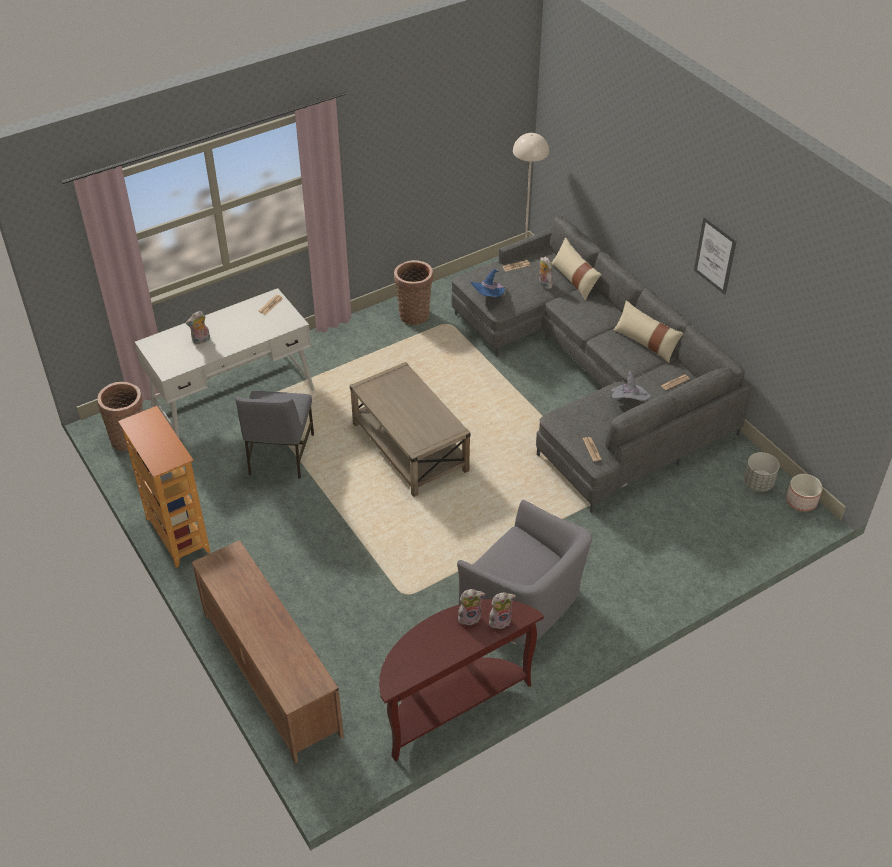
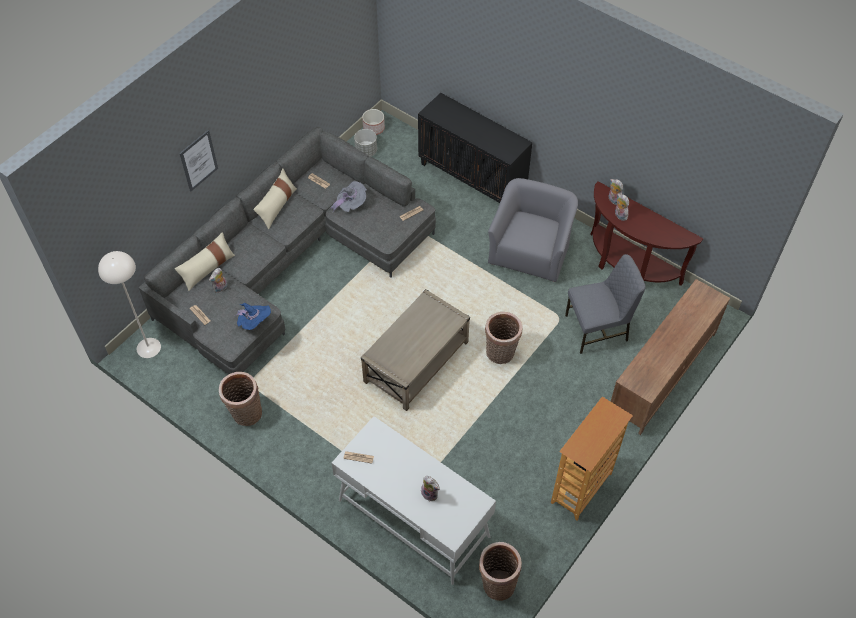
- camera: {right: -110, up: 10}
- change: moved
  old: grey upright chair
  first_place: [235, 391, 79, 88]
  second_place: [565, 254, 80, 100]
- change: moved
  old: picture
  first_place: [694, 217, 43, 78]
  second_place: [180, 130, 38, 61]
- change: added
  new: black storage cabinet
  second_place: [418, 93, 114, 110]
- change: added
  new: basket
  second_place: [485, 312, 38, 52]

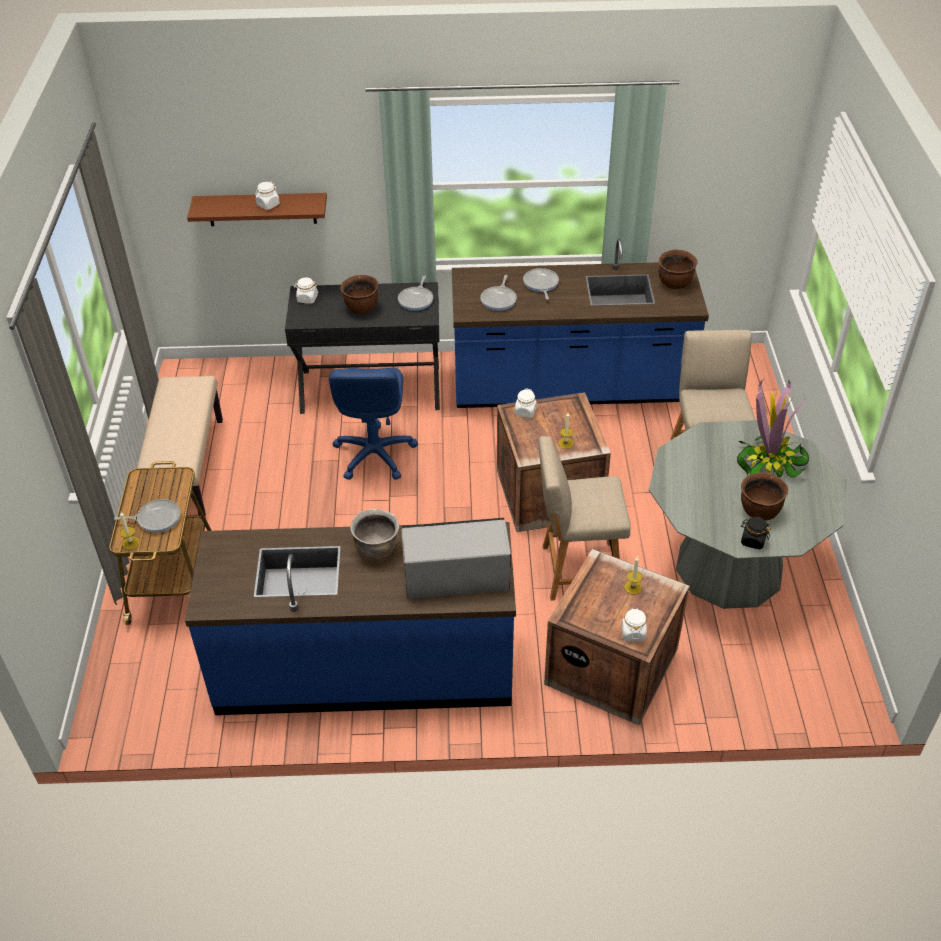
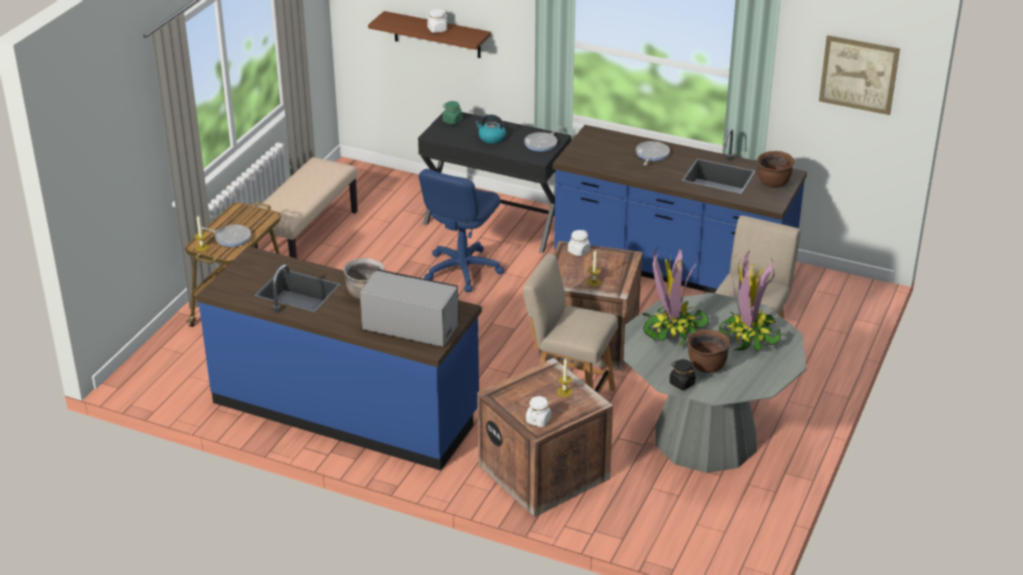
- camera: {right: 25, up: -10}
- change: recoloured
  old: white preserve jar
  new: green-coloured preserve jar
  first_place: [294, 278, 24, 26]
  second_place: [442, 101, 21, 24]
- change: replaced
  old: brown saucepot
  new: water kettle
  first_place: [340, 275, 38, 39]
  second_place: [475, 115, 31, 29]
- change: removed
  old: skillet
  first_place: [480, 275, 37, 36]
- change: added
  new: potted plant
  second_place: [642, 247, 67, 100]
- change: added
  new: picture
  second_place: [819, 35, 81, 80]

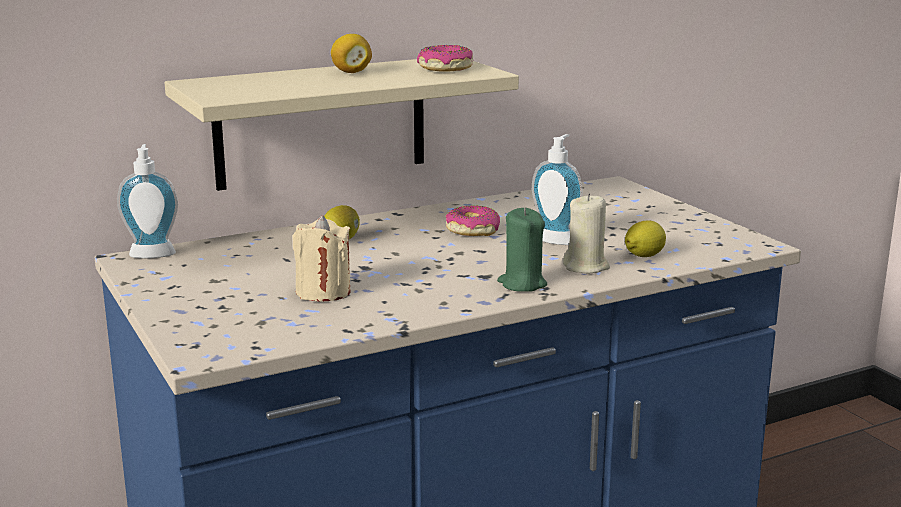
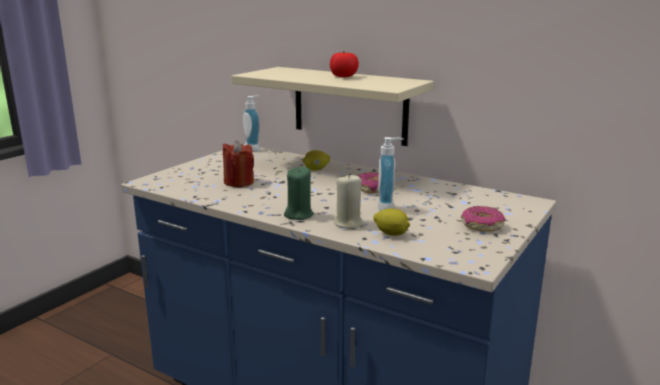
- camera: {right: 60, up: 0}
- change: recoloured
  old: beige wax candle
  new: red-coloured wax candle
  first_place: [292, 215, 59, 87]
  second_place: [223, 141, 31, 46]
- change: replaced
  old: lemon
  new: tomato
  first_place: [331, 34, 41, 39]
  second_place: [330, 51, 29, 26]
- change: moved
  old: doughnut
  first_place: [417, 45, 56, 26]
  second_place: [461, 206, 45, 26]

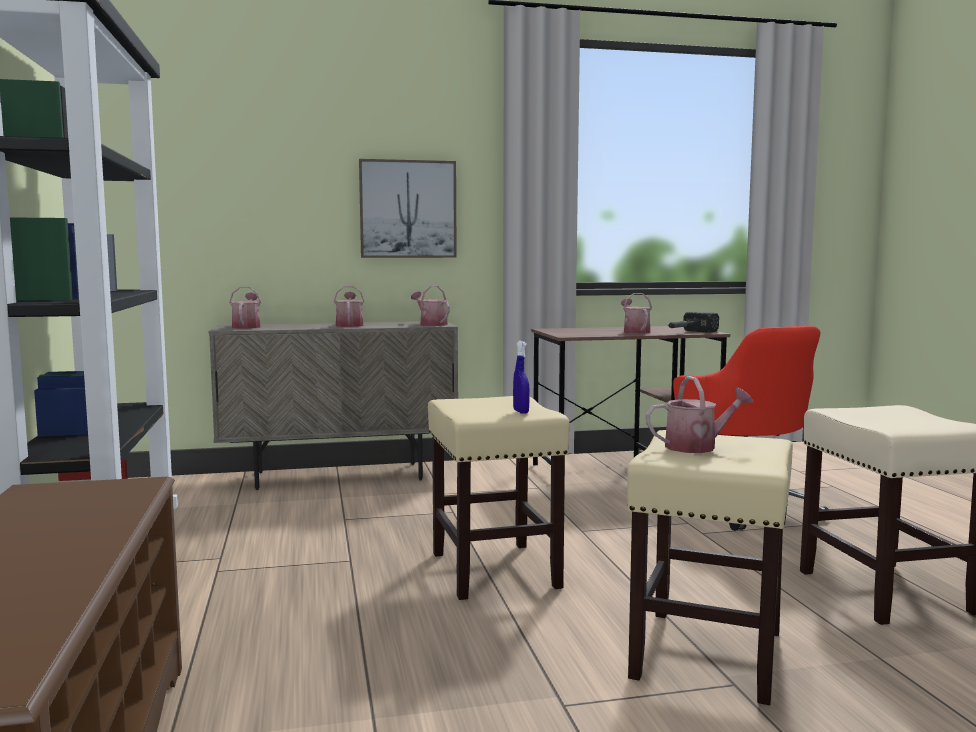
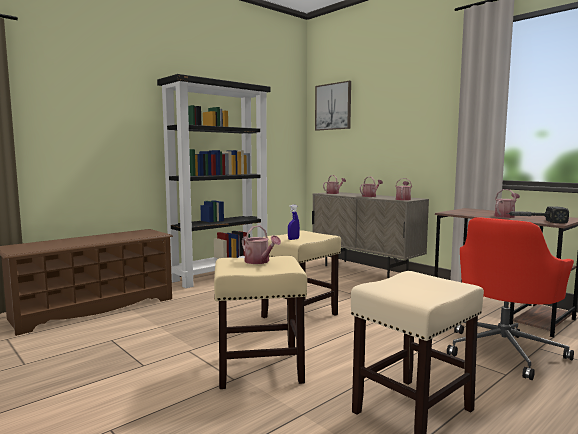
- camera: {right: 60, up: 0}
- change: moved
  old: picture
  first_place: [359, 159, 98, 99]
  second_place: [315, 81, 36, 50]

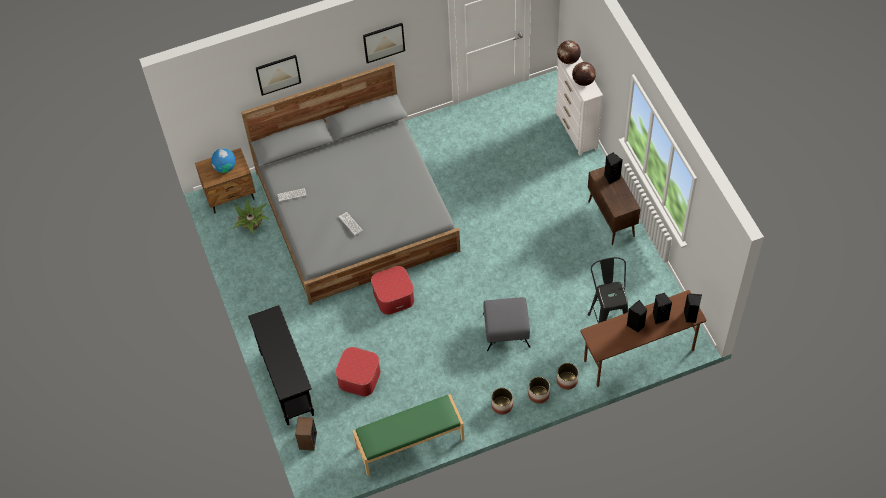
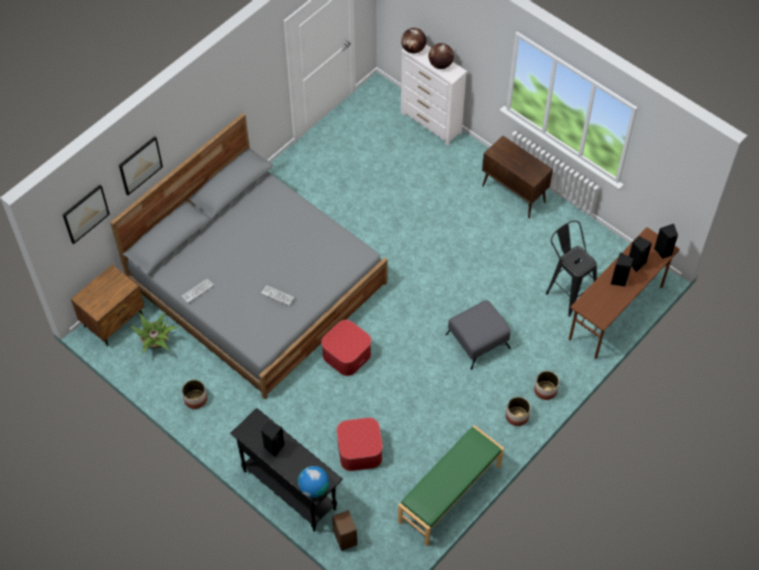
- camera: {right: -30, up: 0}
- change: moved
  old: globe
  first_place: [211, 148, 25, 25]
  second_place: [298, 466, 31, 32]
- change: moved
  old: picture
  first_place: [363, 23, 42, 40]
  second_place: [63, 185, 47, 59]
- change: moved
  old: plant pot
  first_place: [557, 363, 21, 27]
  second_place: [182, 380, 25, 29]
- change: moved
  old: black loudspeaker
  first_place: [604, 152, 19, 33]
  second_place: [261, 422, 23, 35]

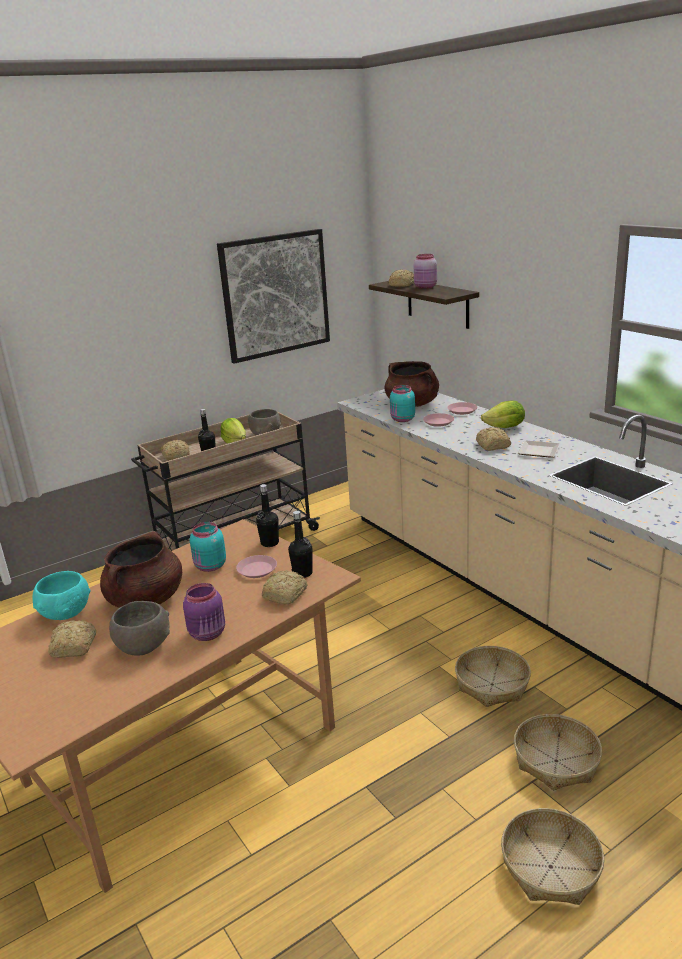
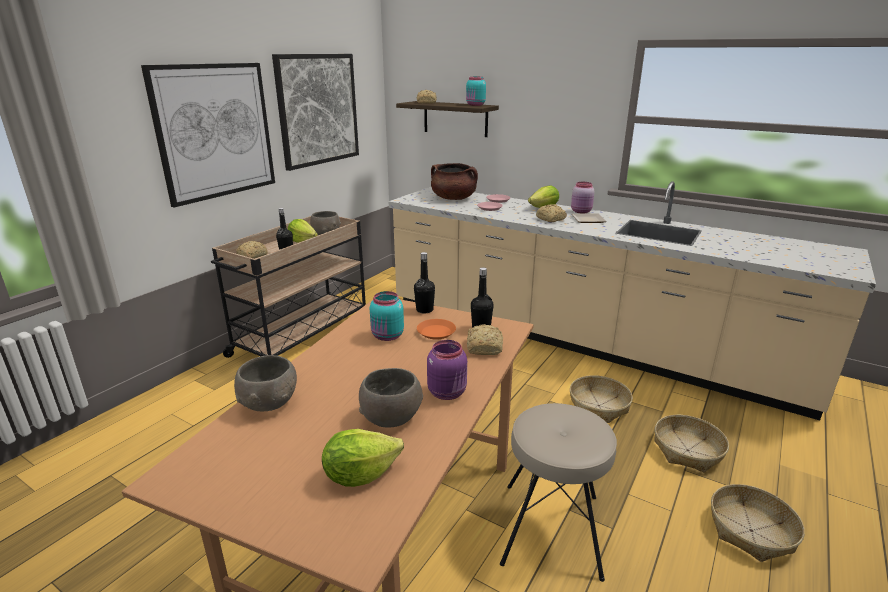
- camera: {right: -25, up: 0}
- change: recoloured
  old: turquoise bowl
  new: grey bowl
  first_place: [33, 571, 57, 49]
  second_place: [234, 355, 63, 56]
- change: removed
  old: baked bread
  first_place: [48, 620, 48, 38]
- change: removed
  old: brown saucepot
  first_place: [100, 531, 82, 77]
- change: recoloured
  old: pink-coloured plate
  new: orange plate
  first_place: [236, 555, 41, 23]
  second_place: [417, 319, 39, 20]
- change: moved
  old: turquoise preserve jar
  first_place: [390, 385, 25, 37]
  second_place: [466, 77, 20, 29]
- change: moved
  old: pink-coloured preserve jar
  first_place: [414, 254, 23, 35]
  second_place: [571, 182, 23, 32]
- change: added
  new: picture
  second_place: [141, 63, 134, 145]
- change: added
  new: head of lettuce
  second_place: [322, 429, 82, 58]
- change: added
  new: beige stool
  second_place: [500, 403, 117, 179]

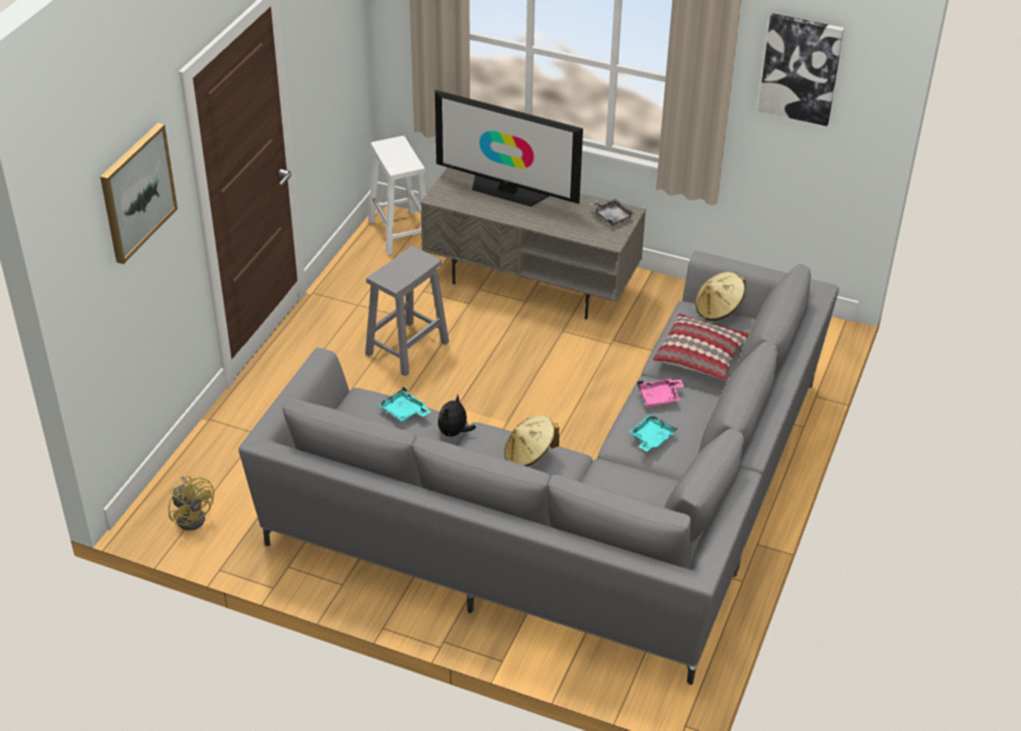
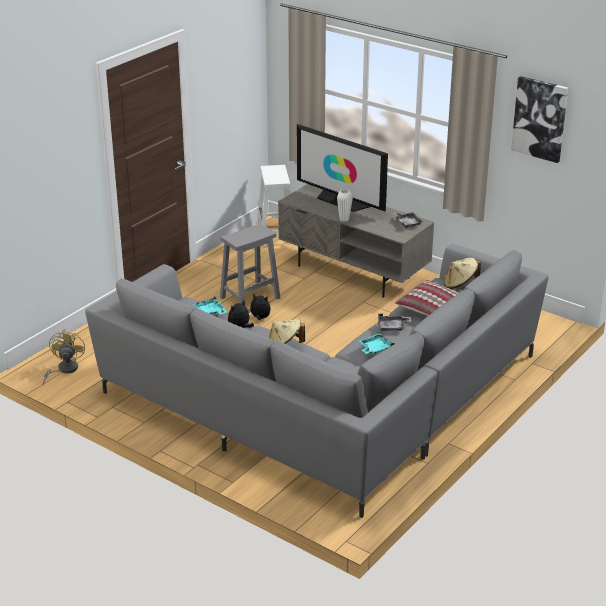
- camera: {right: 15, up: -10}
- change: removed
  old: picture
  first_place: [100, 123, 78, 141]
- change: turned
  old: yellowish electric fan
  first_place: [168, 476, 46, 55]
  second_place: [43, 329, 42, 55]
  degrees: -150
- change: recoloured
  old: pink-coloured serving tray
  new: grey serving tray
  first_place: [637, 379, 47, 28]
  second_place: [378, 314, 33, 17]
- change: added
  new: cuddly toy
  second_place: [248, 293, 23, 27]
- change: added
  new: white vase
  second_place: [337, 189, 16, 32]

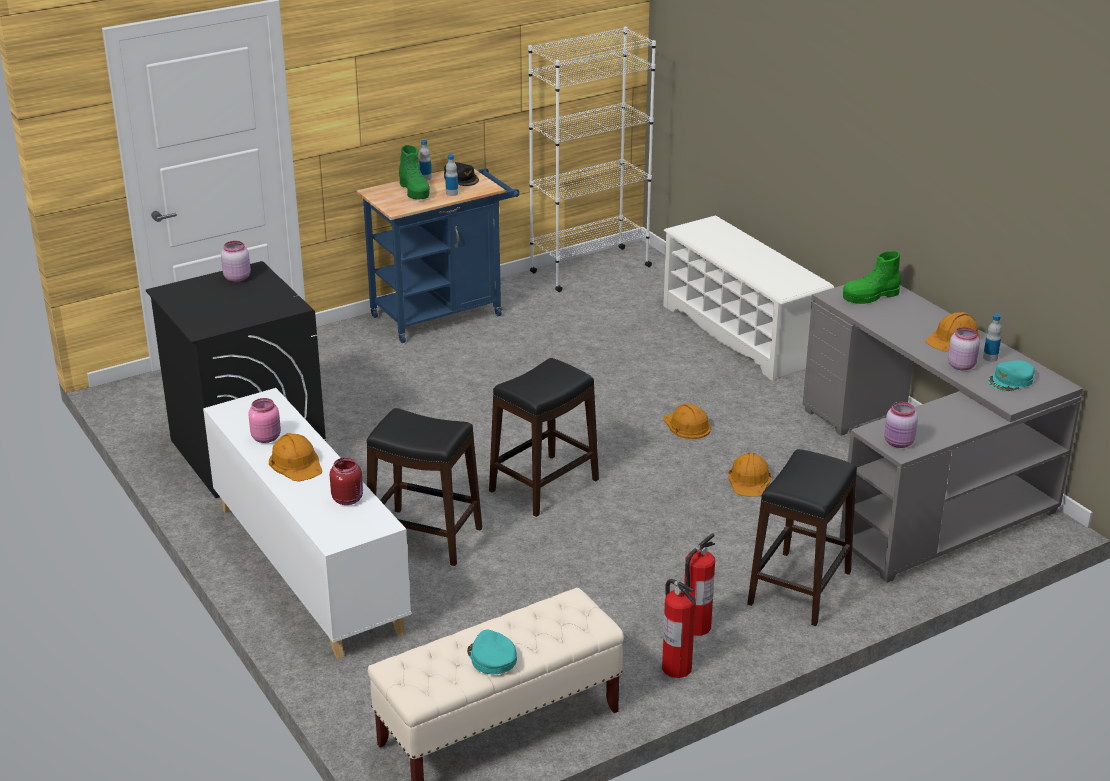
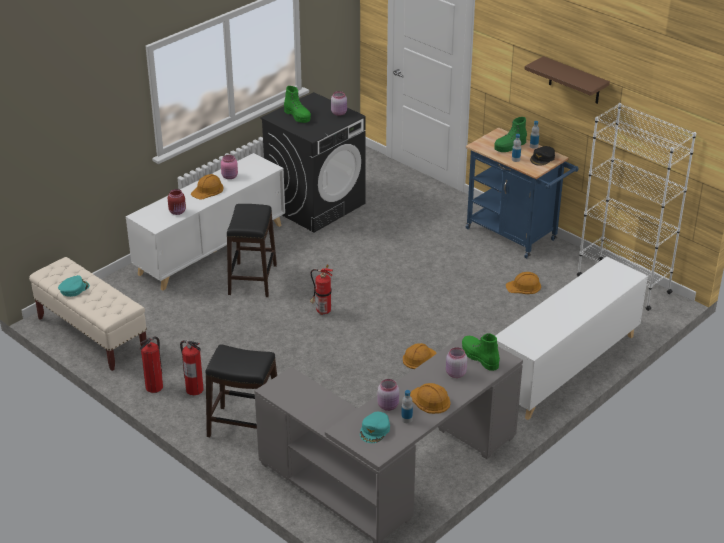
- camera: {right: 75, up: 5}
- change: replaced
  old: black stool
  new: fire extinguisher
  first_place: [489, 358, 110, 159]
  second_place: [310, 265, 23, 50]
- change: replaced
  old: white shoe stand
  new: white storage cabinet
  first_place: [663, 215, 171, 166]
  second_place: [495, 256, 153, 164]
- change: moved
  old: orange hard hat
  first_place: [728, 452, 43, 45]
  second_place: [506, 272, 35, 22]
- change: moved
  old: pink-coloured preserve jar
  first_place: [884, 402, 34, 46]
  second_place: [446, 347, 21, 31]
- change: turned
  old: turquoise baseball cap
  first_place: [988, 360, 47, 31]
  second_place: [360, 412, 30, 31]
  degrees: -105
- change: added
  new: green-coloured high-top boot
  second_place: [284, 86, 27, 37]
- change: added
  new: brown shelf
  second_place: [524, 56, 86, 48]

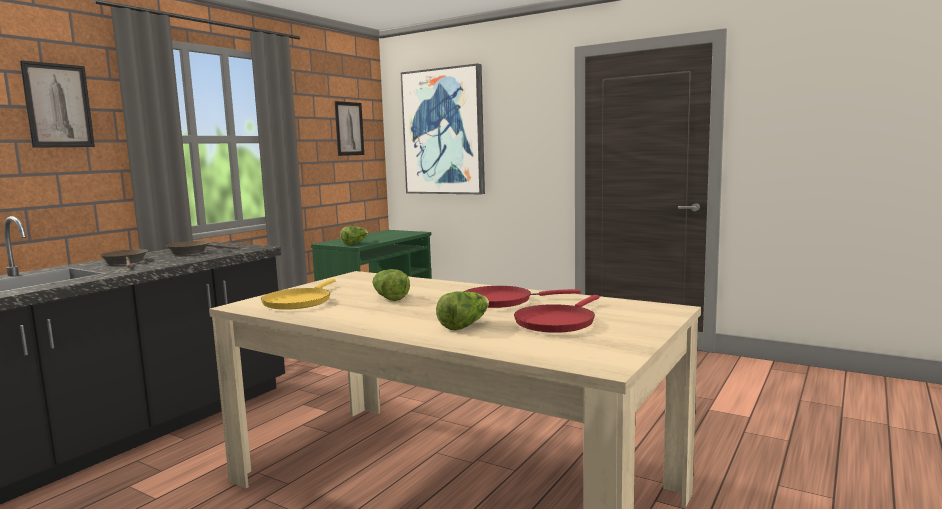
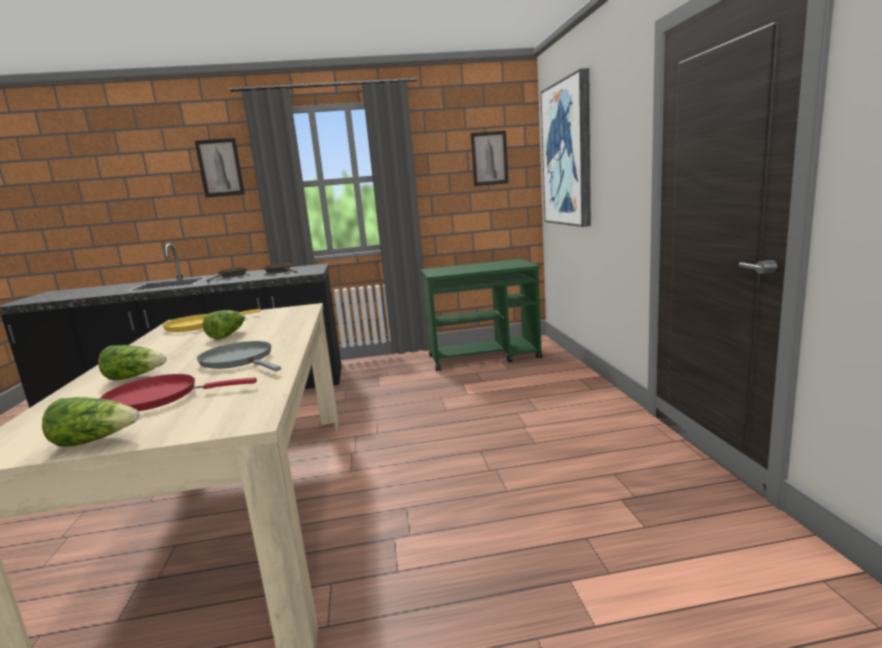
- camera: {right: 50, up: 5}
- change: moved
  old: head of lettuce
  first_place: [340, 226, 29, 19]
  second_place: [42, 397, 97, 49]
- change: recoloured
  old: red-coloured skillet
  new: grey skillet
  first_place: [466, 286, 115, 22]
  second_place: [197, 341, 84, 30]

